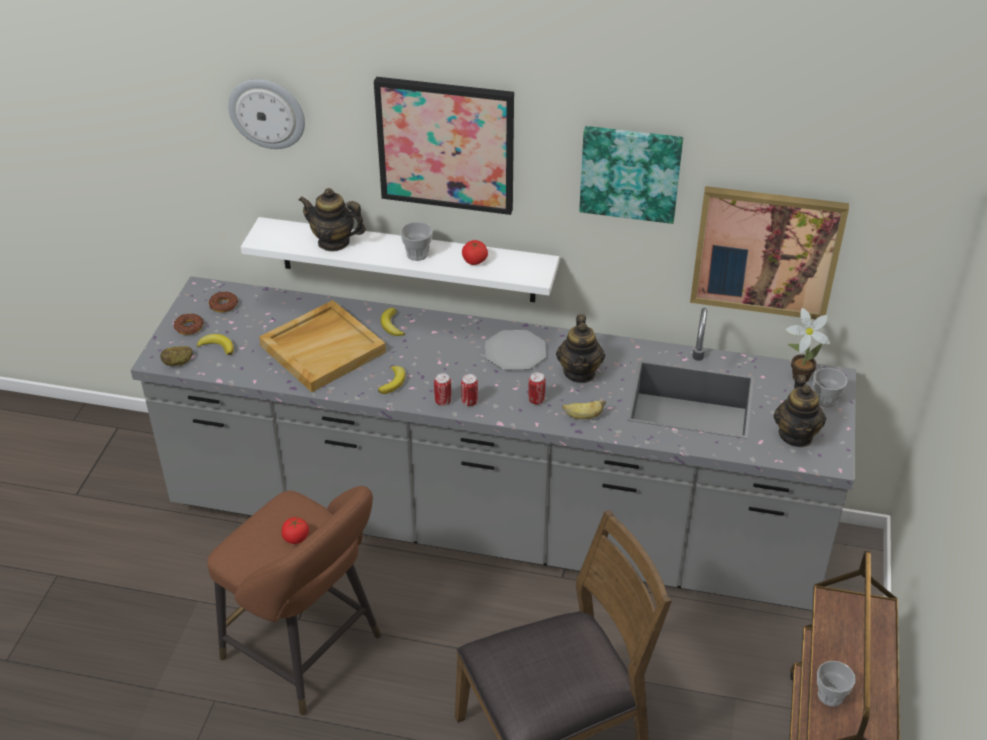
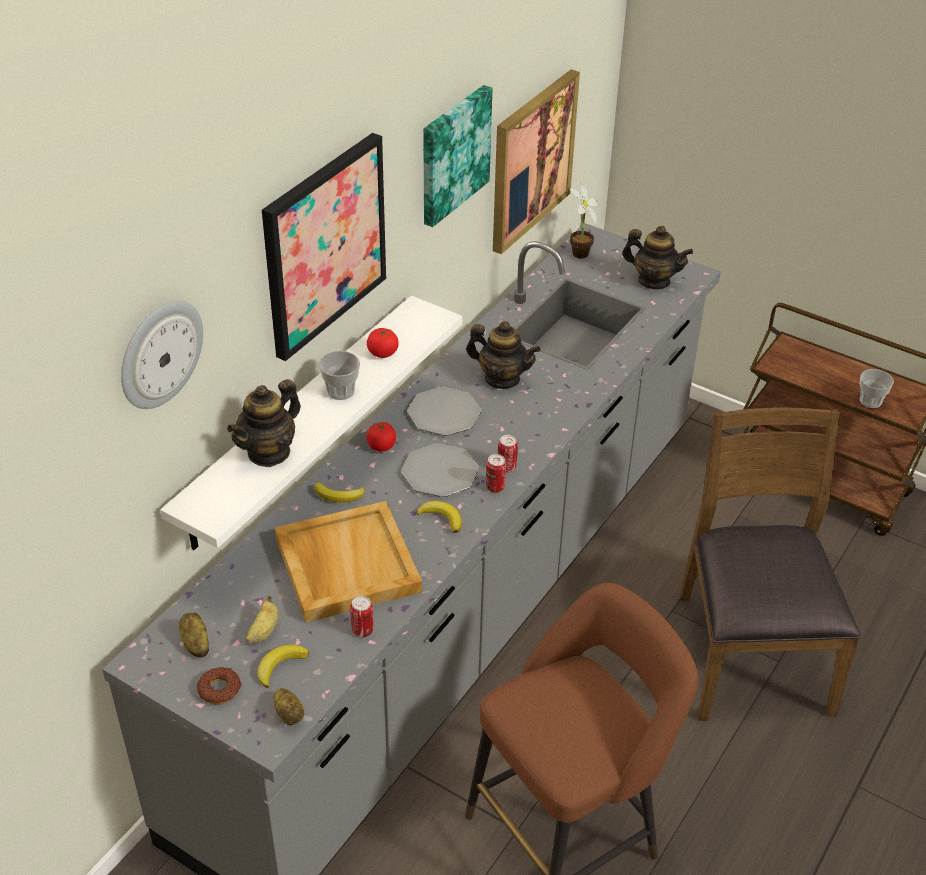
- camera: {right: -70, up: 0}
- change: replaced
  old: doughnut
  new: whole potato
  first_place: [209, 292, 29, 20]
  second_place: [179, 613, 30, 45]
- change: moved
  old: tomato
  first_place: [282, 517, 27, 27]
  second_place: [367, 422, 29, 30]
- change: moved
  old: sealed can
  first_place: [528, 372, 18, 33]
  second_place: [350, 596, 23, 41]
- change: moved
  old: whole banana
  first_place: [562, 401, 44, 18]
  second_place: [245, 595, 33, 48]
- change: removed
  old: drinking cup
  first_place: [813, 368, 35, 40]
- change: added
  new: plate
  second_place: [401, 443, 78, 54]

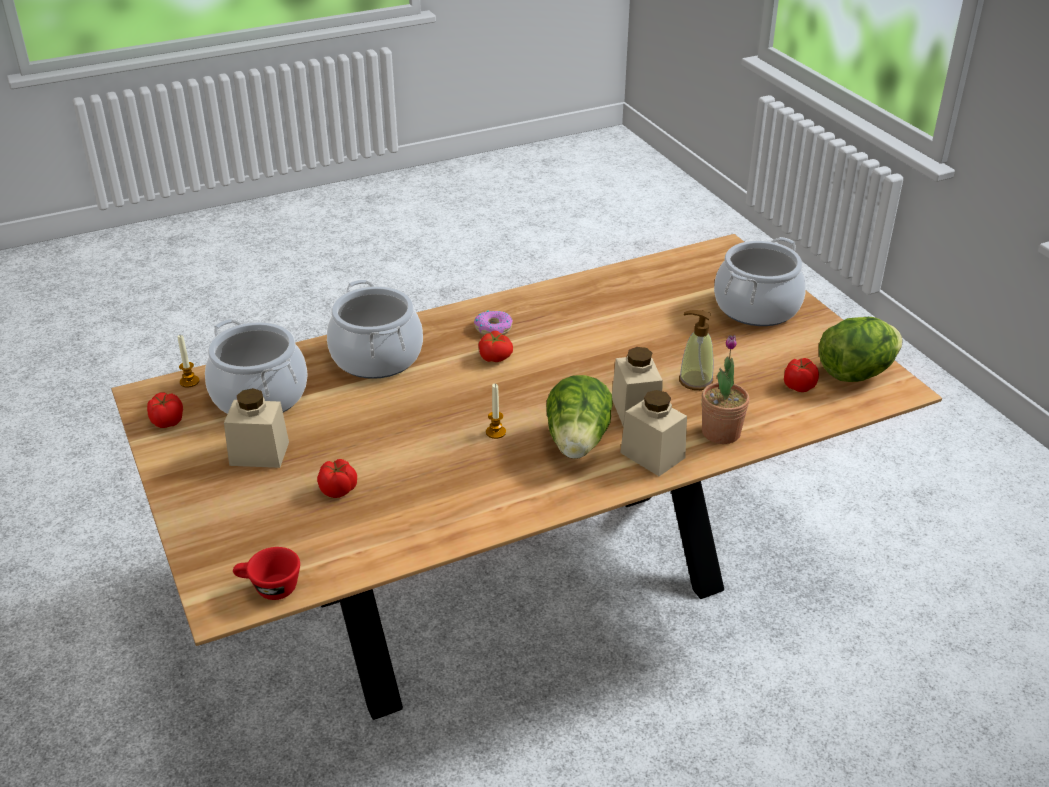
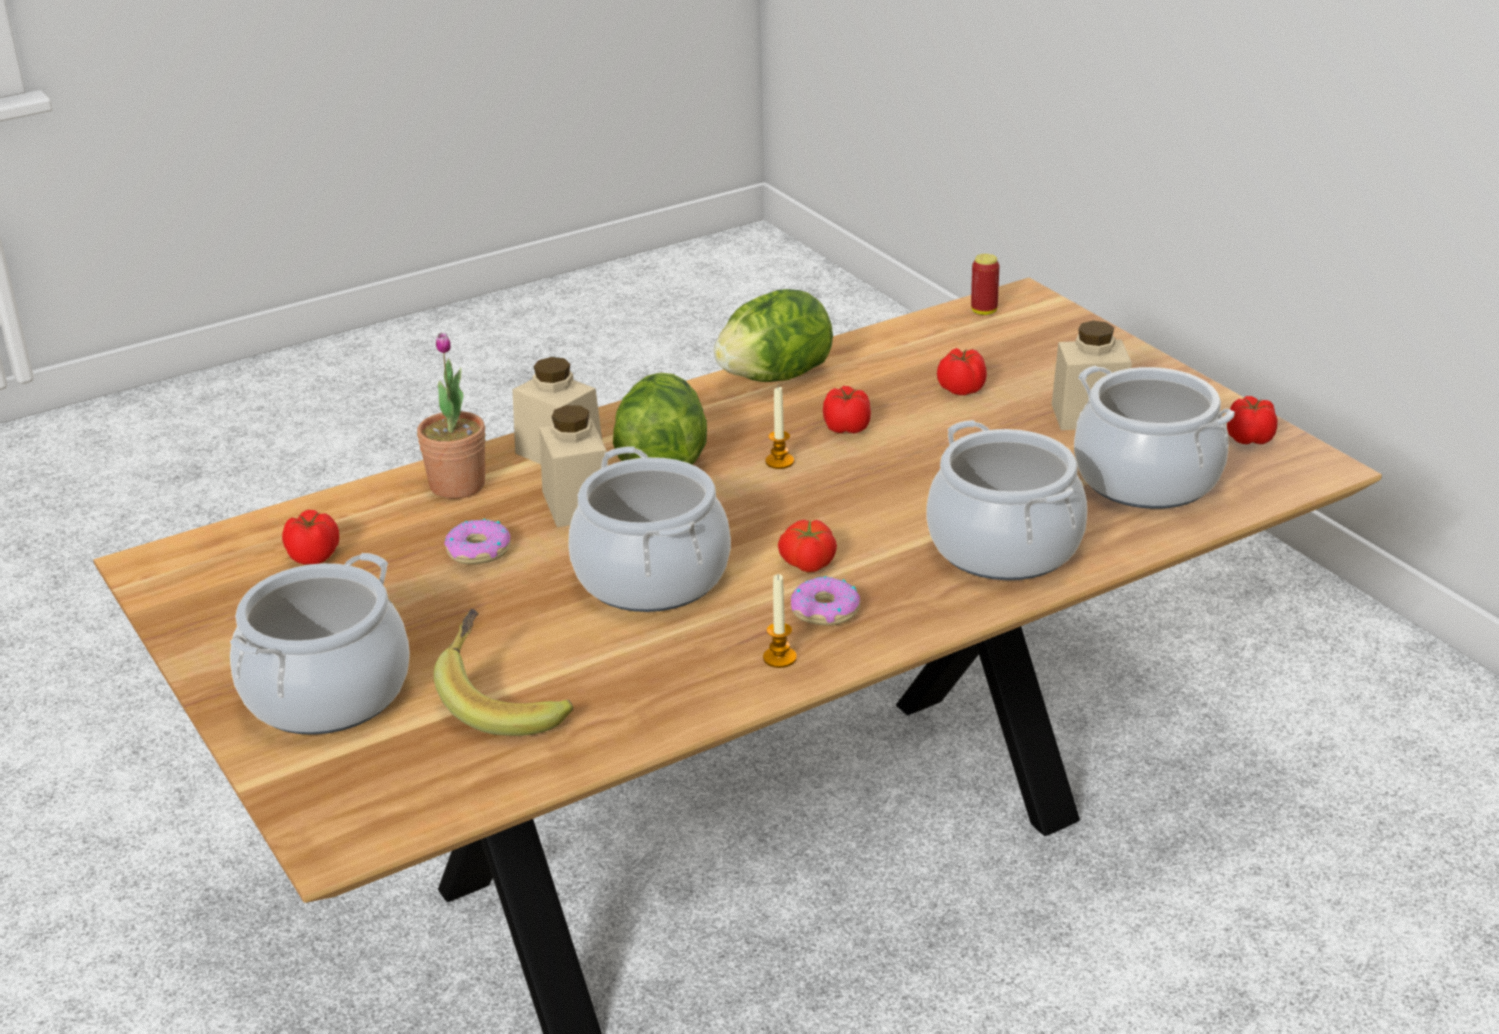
- camera: {right: 175, up: -5}
- change: moved
  old: wax candle
  first_place: [177, 335, 22, 52]
  second_place: [763, 574, 34, 94]
- change: replaced
  old: red-coloured drinking cup
  new: sealed can
  first_place: [233, 547, 67, 53]
  second_place: [971, 254, 28, 61]
- change: replaced
  old: soap dispenser
  new: doughnut
  first_place: [679, 310, 35, 80]
  second_place: [444, 518, 67, 47]
- change: moved
  old: head of lettuce
  first_place: [819, 317, 84, 65]
  second_place: [714, 289, 119, 93]
- change: added
  new: whole banana
  second_place: [434, 609, 139, 127]
- change: added
  new: saucepot
  second_place: [569, 446, 162, 166]
- change: added
  new: tomato
  second_place: [823, 386, 48, 47]

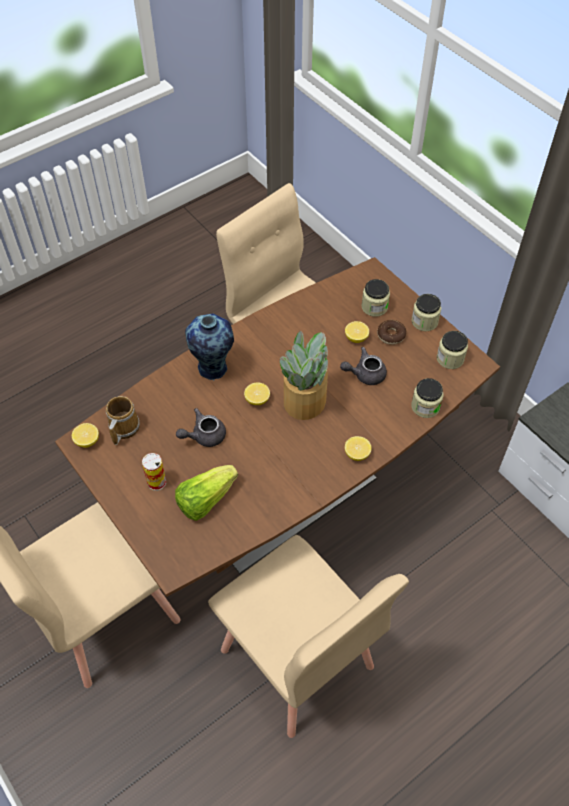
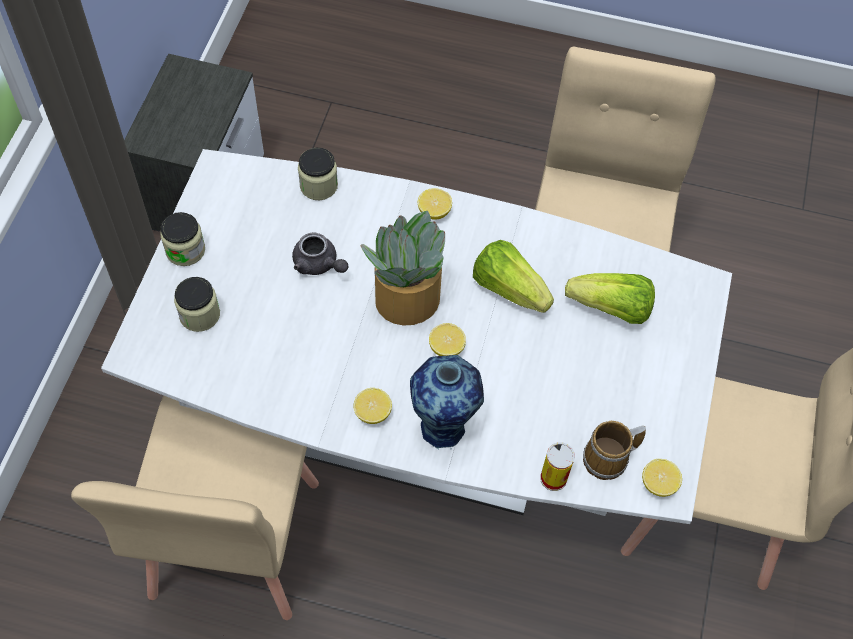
- camera: {right: -130, up: 5}
- change: recoloured
  old: brown dining table
  new: white dining table
  first_place: [55, 257, 445, 340]
  second_place: [101, 149, 631, 375]
- change: moved
  old: sealed can
  first_place: [142, 453, 24, 38]
  second_place: [540, 442, 35, 49]
- change: removed
  old: grey tea pot
  first_place: [176, 408, 50, 39]
- change: moved
  old: lemon
  first_place: [345, 321, 24, 22]
  second_place: [353, 388, 39, 36]
- change: removed
  old: doughnut
  first_place: [377, 320, 29, 25]
- change: removed
  old: preserve jar
  first_place: [437, 331, 31, 38]
- change: added
  new: head of lettuce
  second_place: [473, 240, 81, 73]

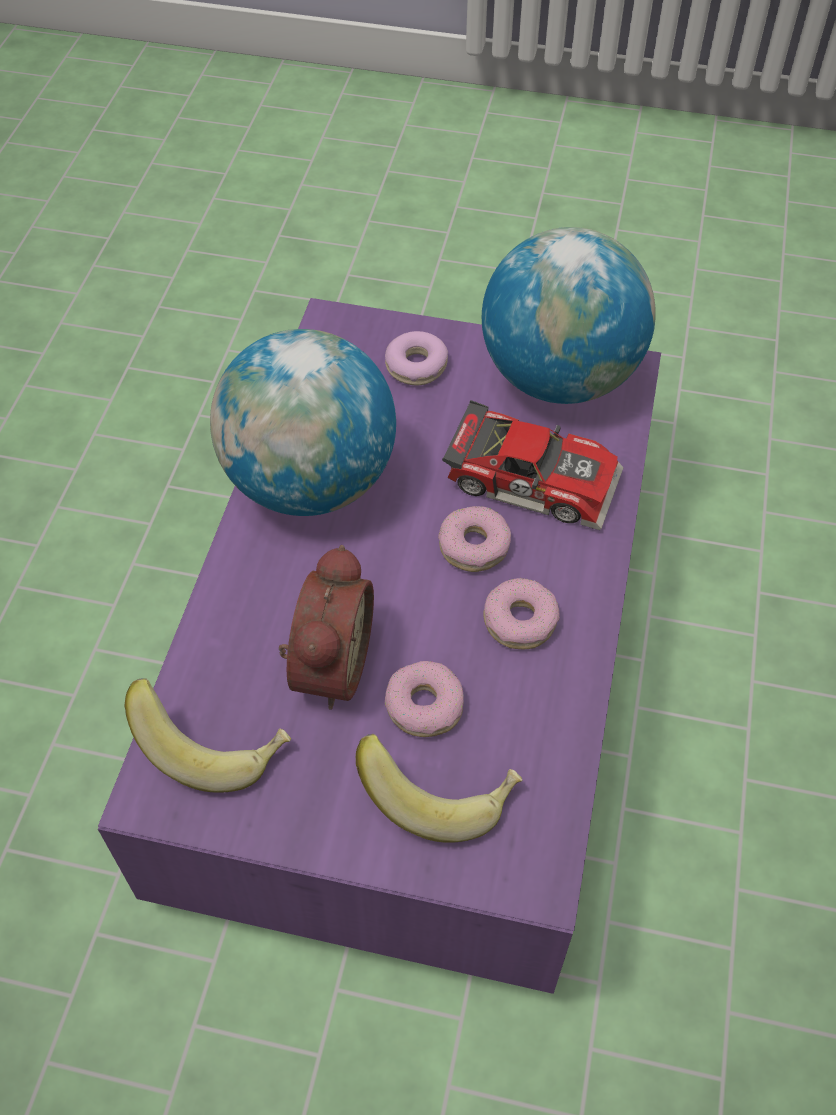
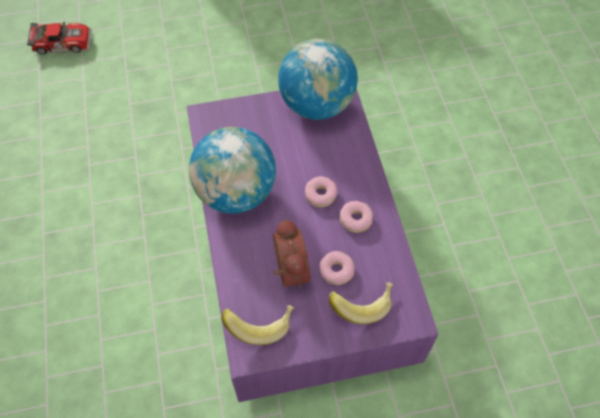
- camera: {right: -25, up: 5}
- change: removed
  old: doughnut
  first_place: [385, 331, 63, 54]
- change: moved
  old: miniature car
  first_place: [442, 400, 182, 130]
  second_place: [27, 22, 65, 33]

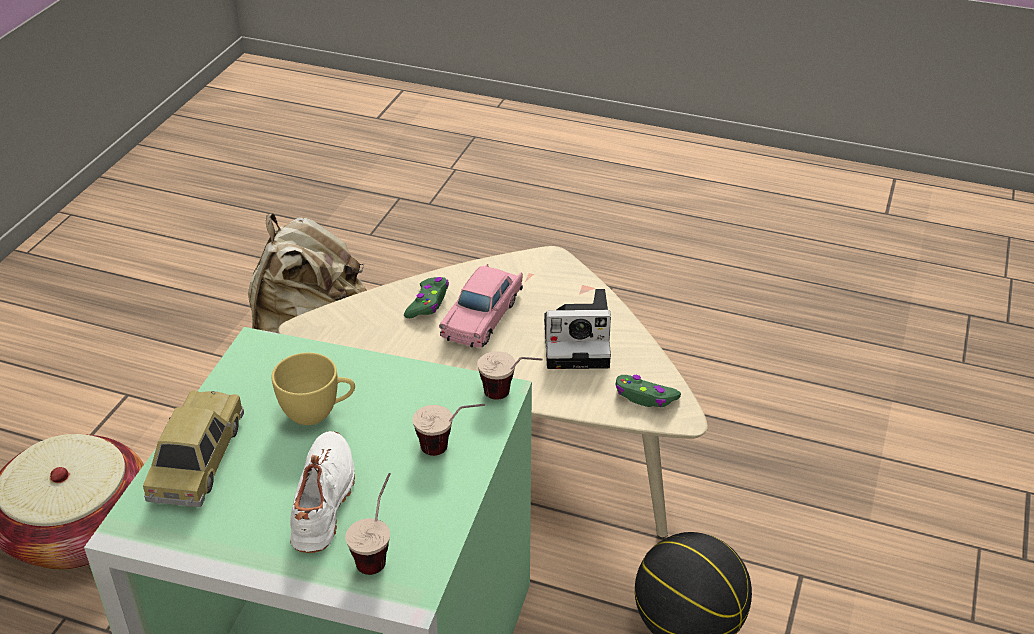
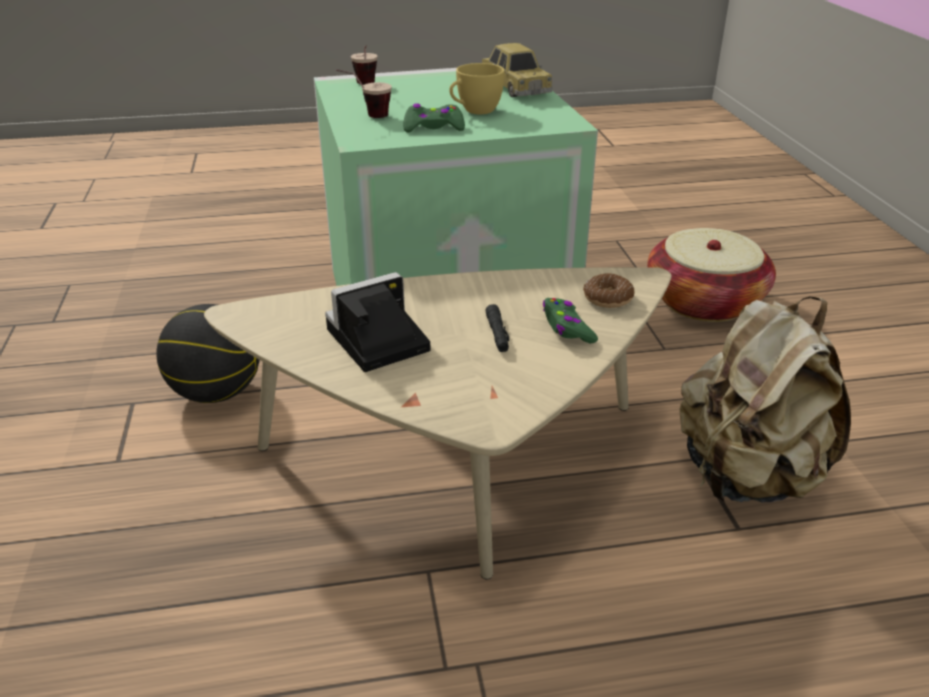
- camera: {right: 150, up: -5}
- change: removed
  old: white shoe
  first_place: [290, 431, 65, 122]
- change: replaced
  old: pink-coloured miniature car
  new: black hand torch
  first_place: [439, 264, 84, 83]
  second_place: [486, 304, 23, 48]
- change: removed
  old: drinking cup
  first_place: [477, 351, 66, 49]
- change: moved
  old: green-coloured game controller
  first_place: [616, 375, 65, 32]
  second_place: [404, 104, 61, 29]
- change: added
  new: doughnut
  second_place: [583, 273, 51, 35]

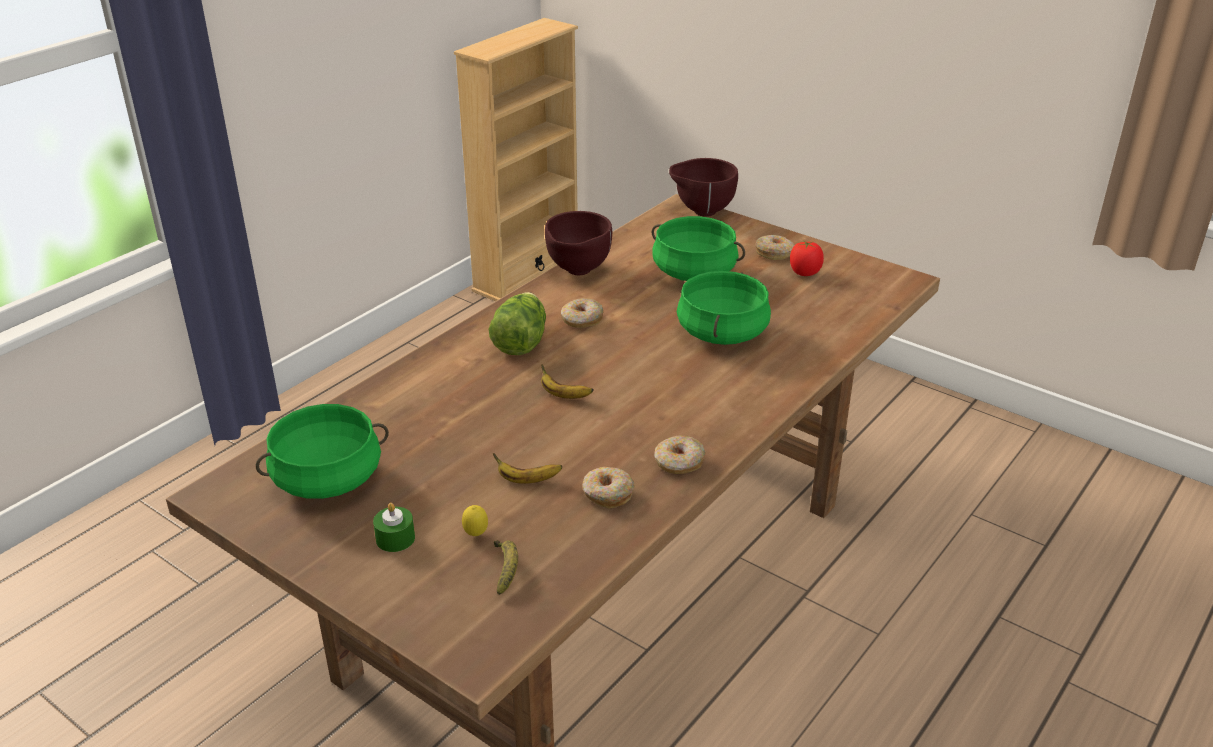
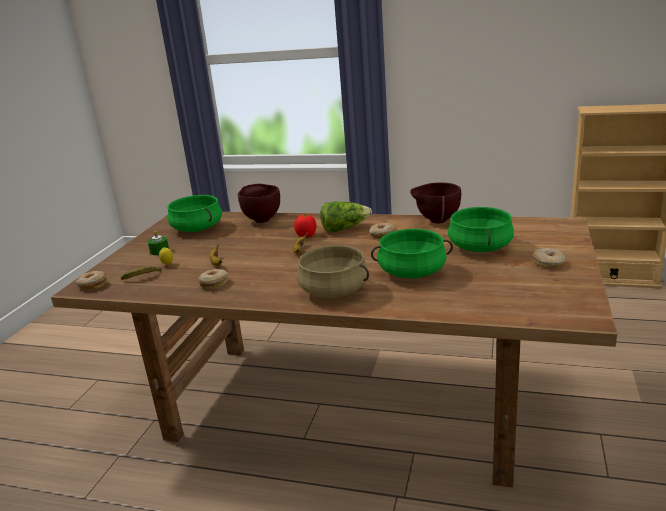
- camera: {right: 70, up: -10}
- change: moved
  old: doughnut
  first_place: [654, 435, 52, 39]
  second_place: [76, 271, 31, 20]
- change: moved
  old: brown bowl
  first_place: [669, 158, 69, 59]
  second_place: [238, 184, 42, 39]
- change: moved
  old: tomato
  first_place: [790, 240, 34, 36]
  second_place: [294, 214, 22, 24]
- change: added
  new: beige saucepot
  second_place: [297, 245, 72, 53]

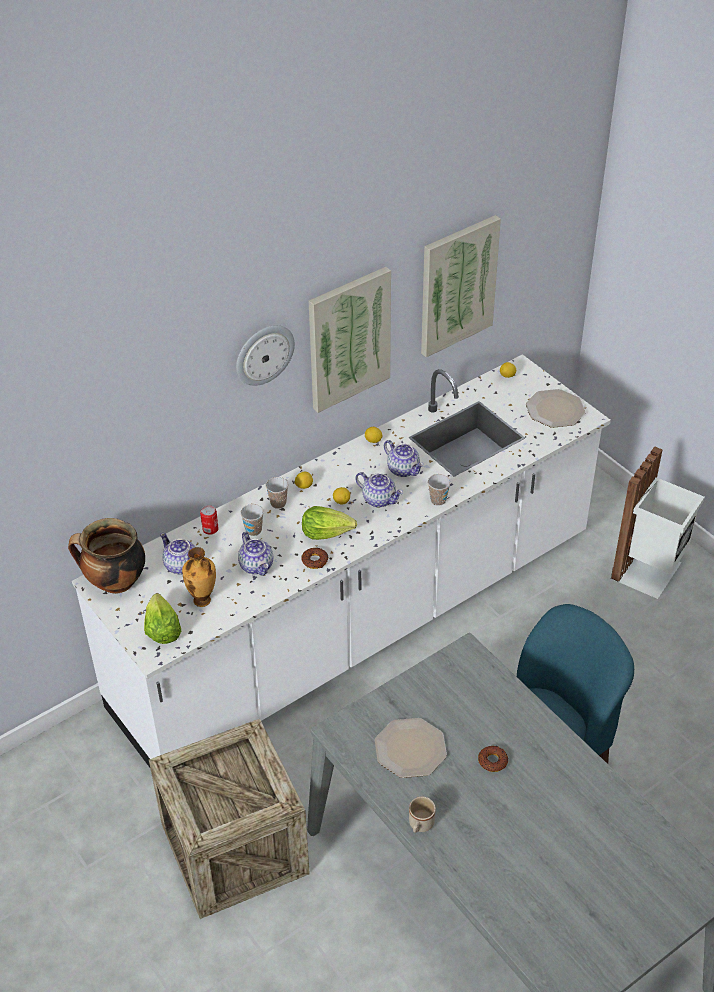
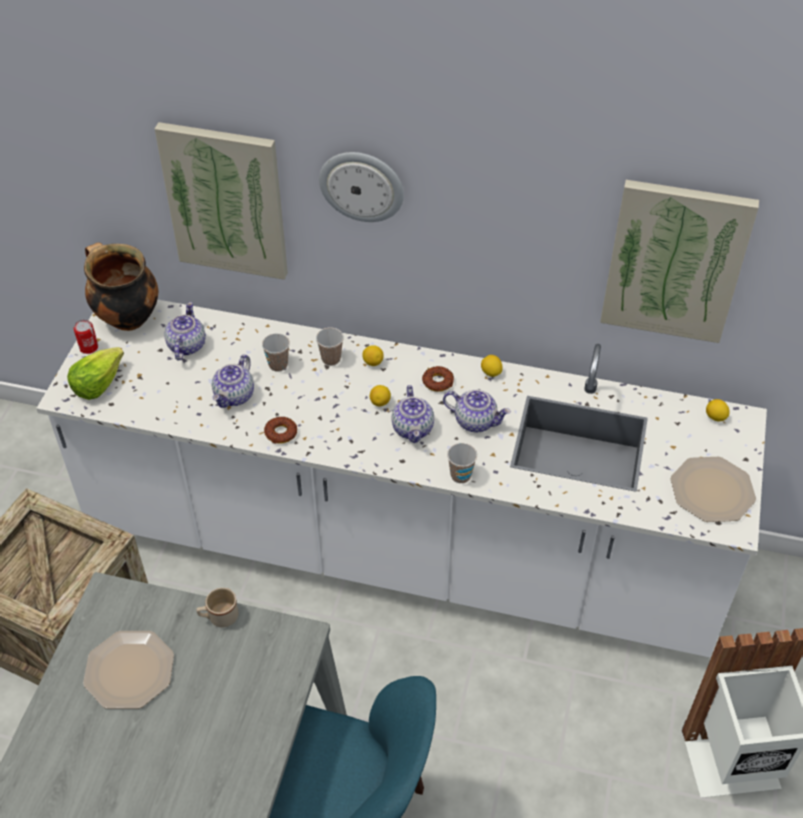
- camera: {right: 50, up: 5}
- change: removed
  old: vase
  first_place: [182, 547, 34, 60]
- change: moved
  old: sealed can
  first_place: [200, 505, 18, 30]
  second_place: [74, 320, 24, 34]
- change: removed
  old: head of lettuce
  first_place: [302, 506, 55, 34]
- change: moved
  old: picture
  first_place: [309, 267, 82, 146]
  second_place: [155, 122, 133, 158]
- change: turned
  old: tea pot
  first_place: [384, 440, 40, 37]
  second_place: [443, 390, 68, 42]
  degrees: -75
- change: moved
  old: beige mug
  first_place: [409, 796, 27, 37]
  second_place: [196, 588, 42, 39]
- change: moved
  old: doughnut
  first_place: [478, 746, 30, 26]
  second_place: [422, 366, 32, 26]

